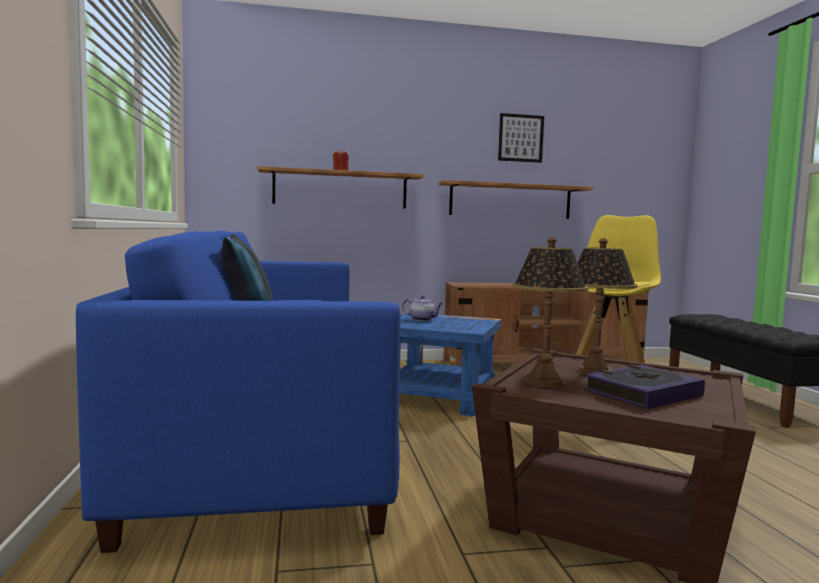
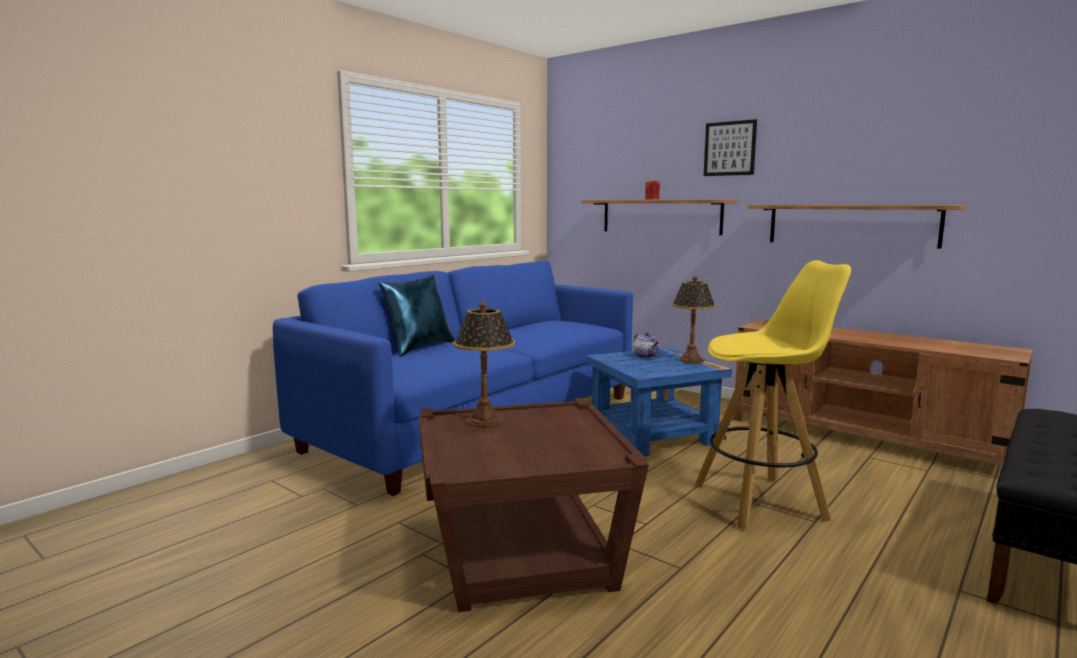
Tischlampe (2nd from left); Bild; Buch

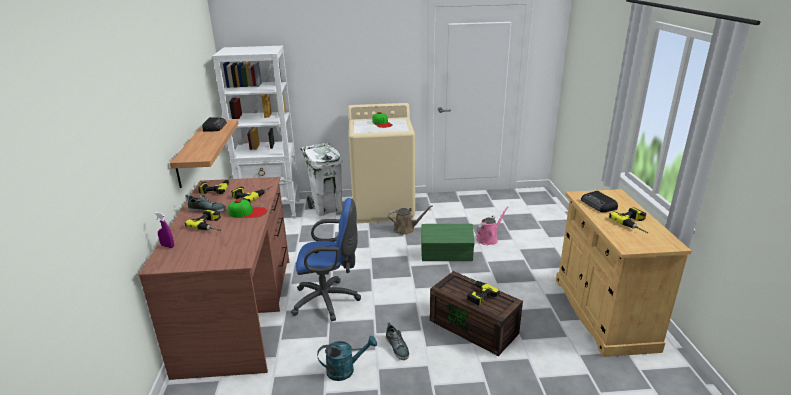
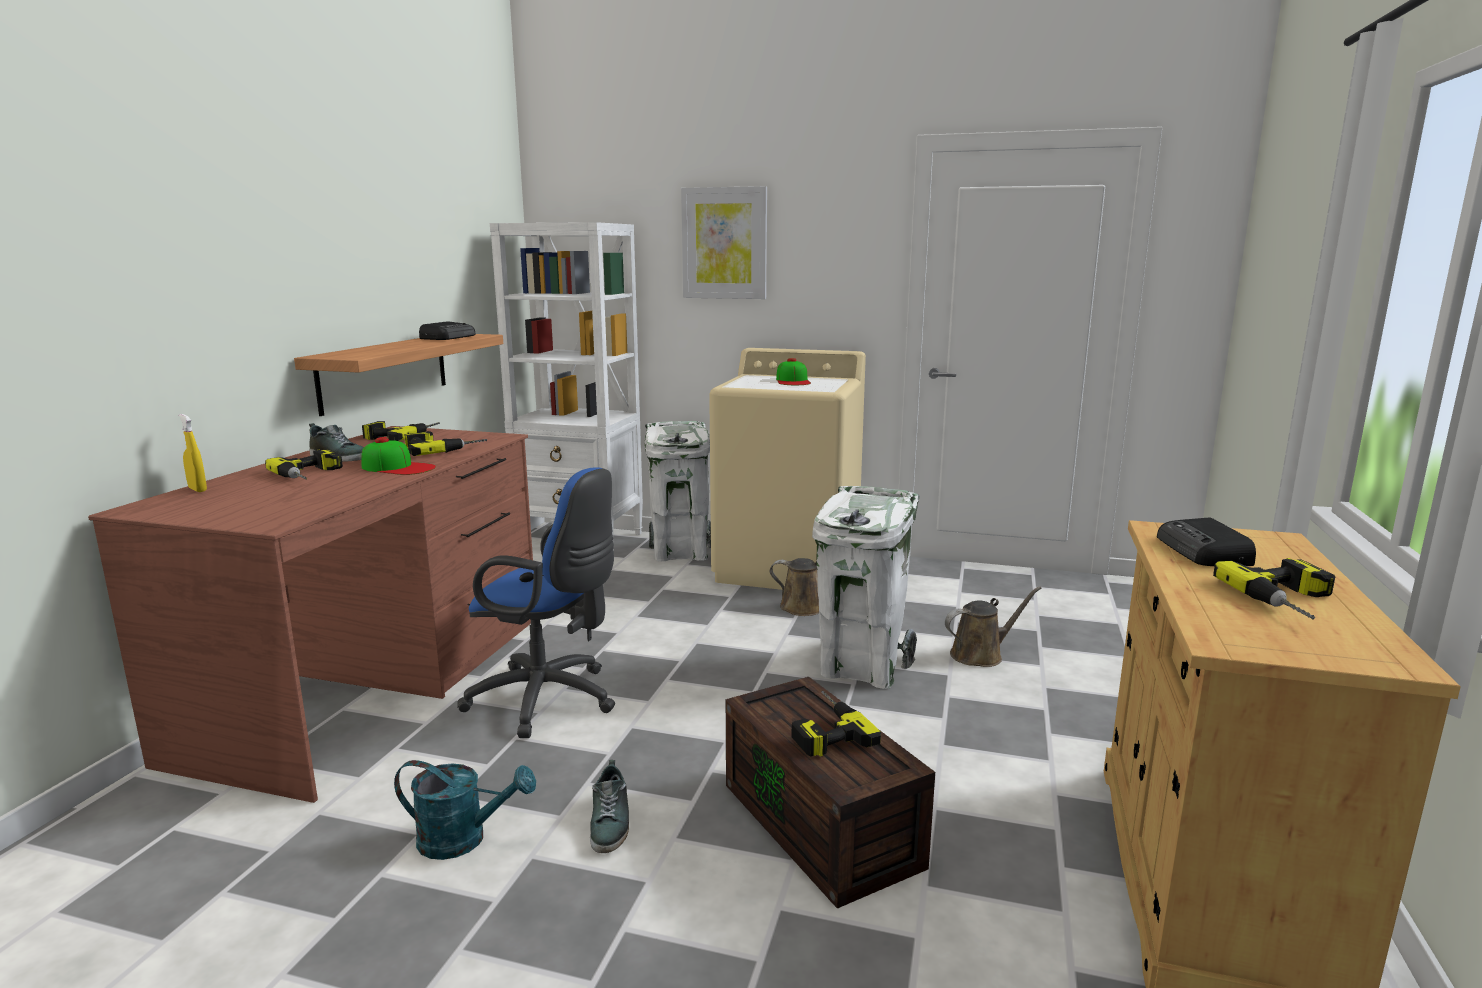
Sprühflasche/gelb; Bild; Mülleimer/weiß (2nd from left); Gießkanne/braun (2nd from left)

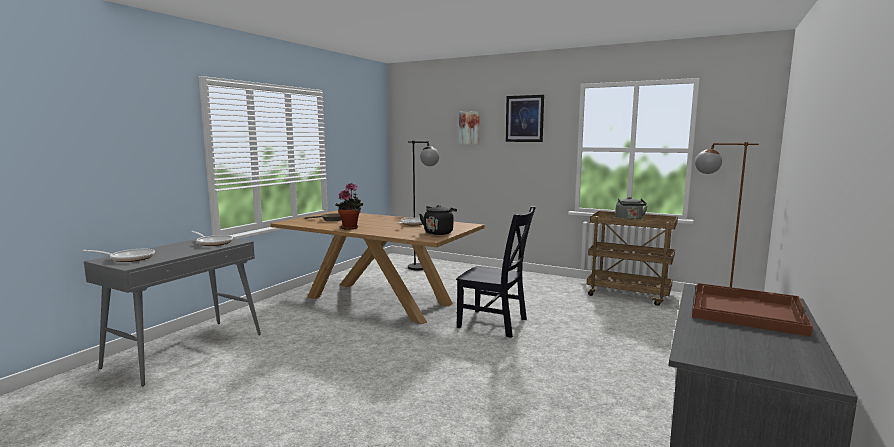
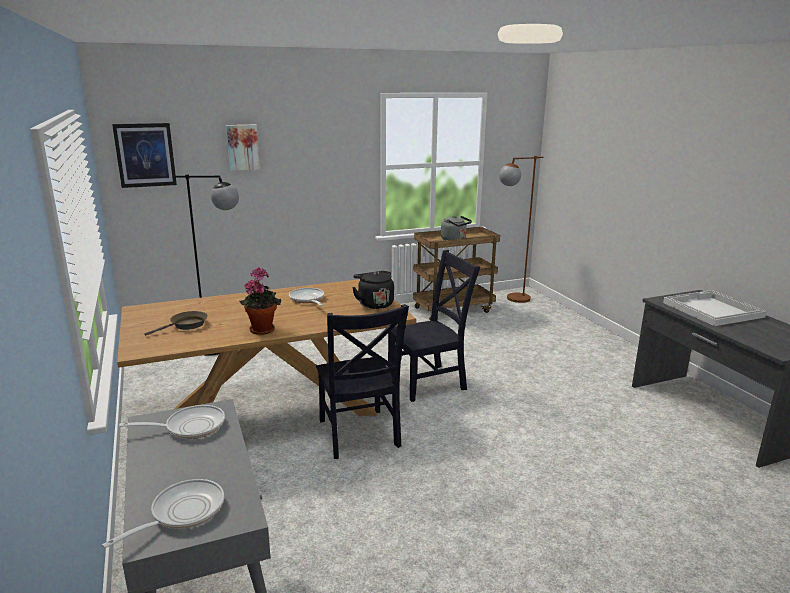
Bild (1st from left); Stuhl/schwarz (1st from left); Tablett/weiß

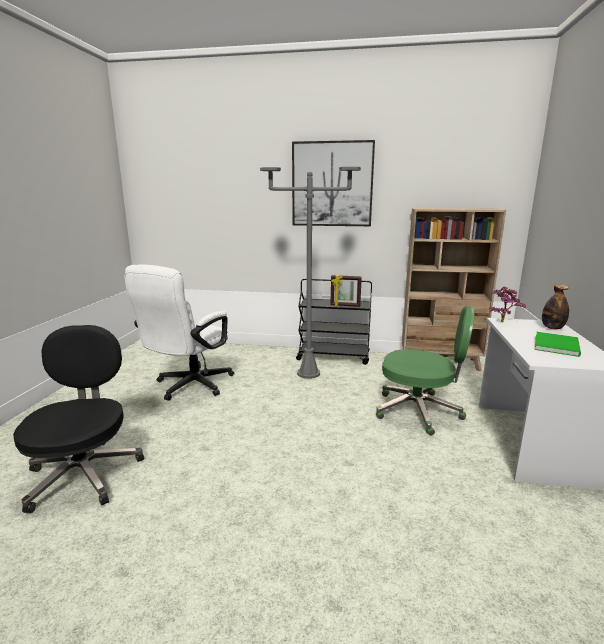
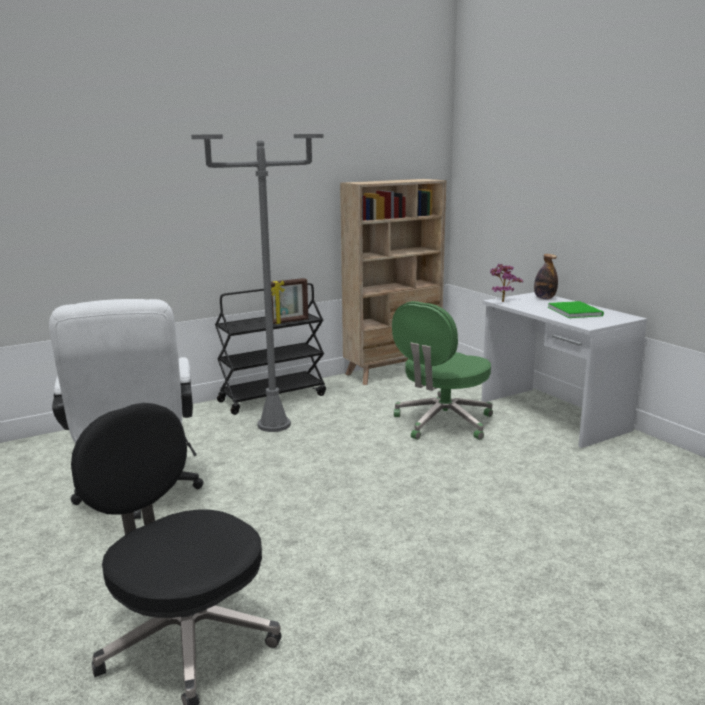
Bürostuhl/grün; Bild

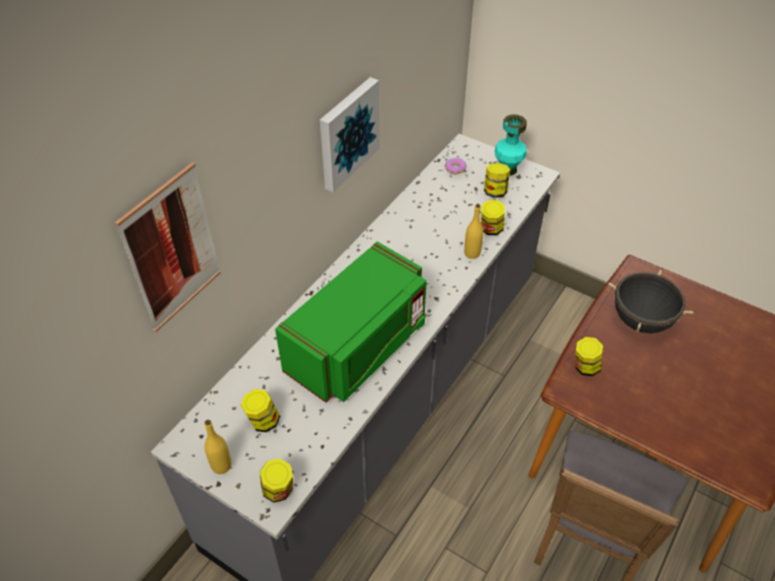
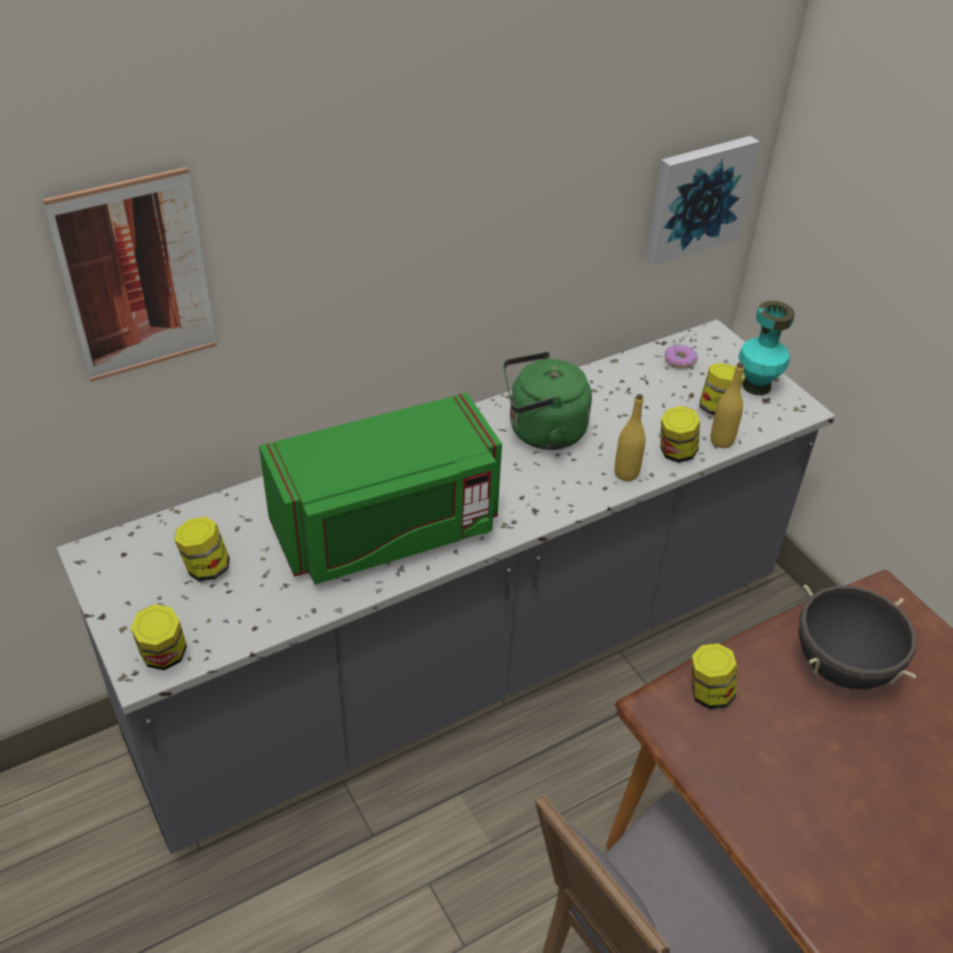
Wasserkessel/grün; Bild (2nd from left); Flasche/gelb (2nd from left)

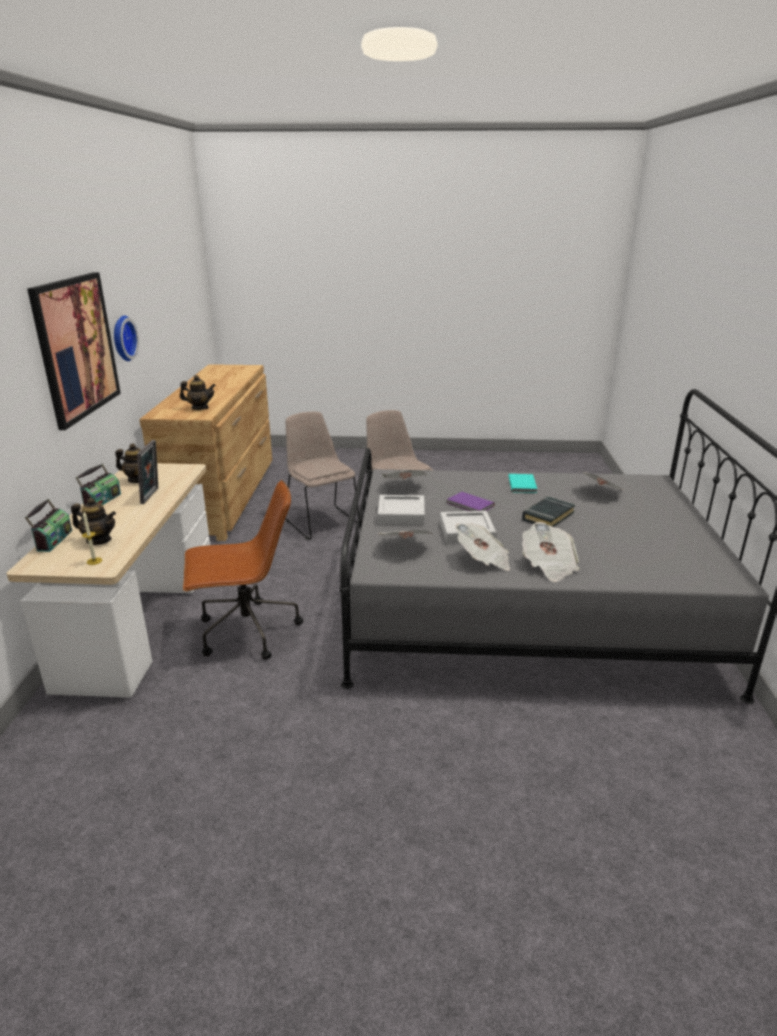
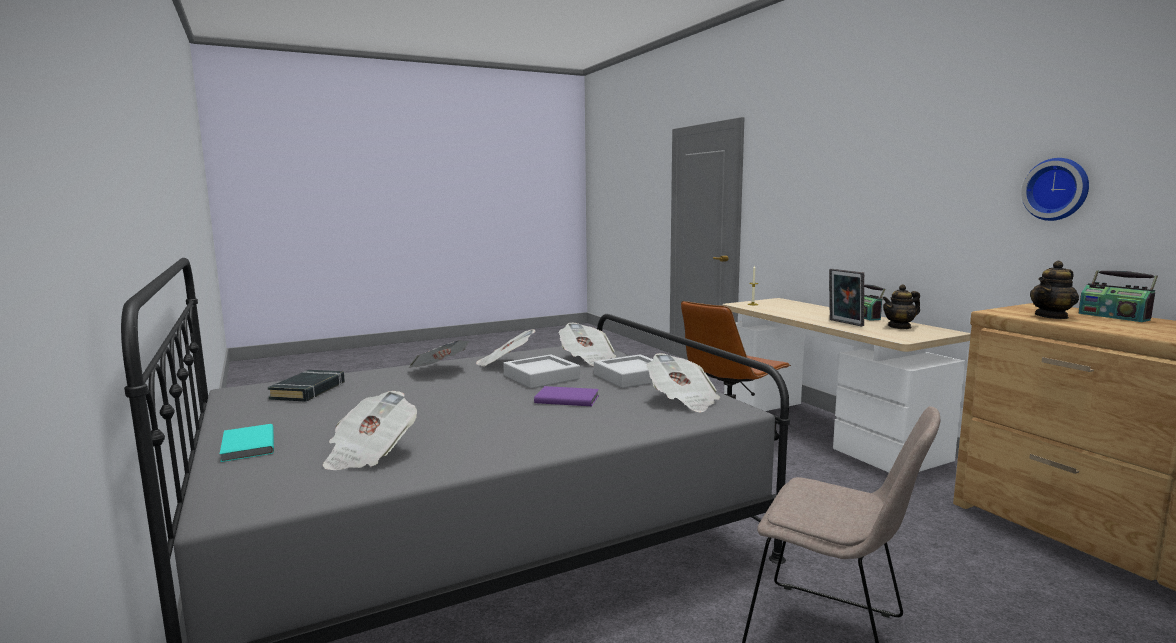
Buch/türkis; Buch/schwarz; Radio (2nd from left); Bild; Teekanne (1st from left in the first image); Stuhl/beige (1st from left in the first image)

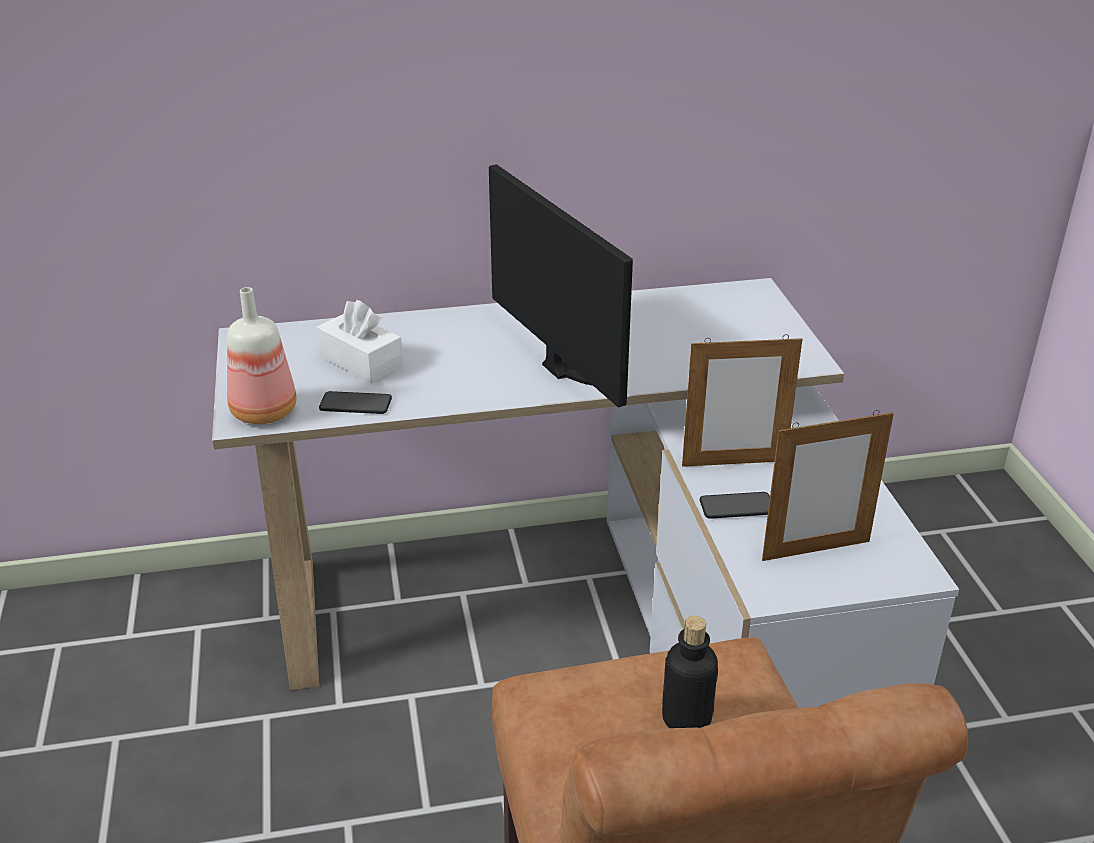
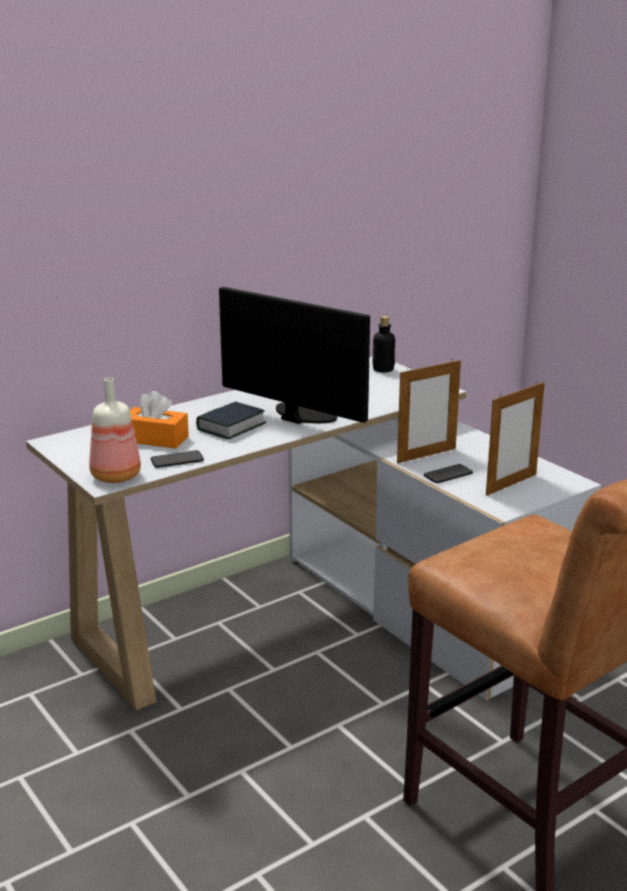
Taschentuchbox/orange; Buch; Flasche (2nd from left)

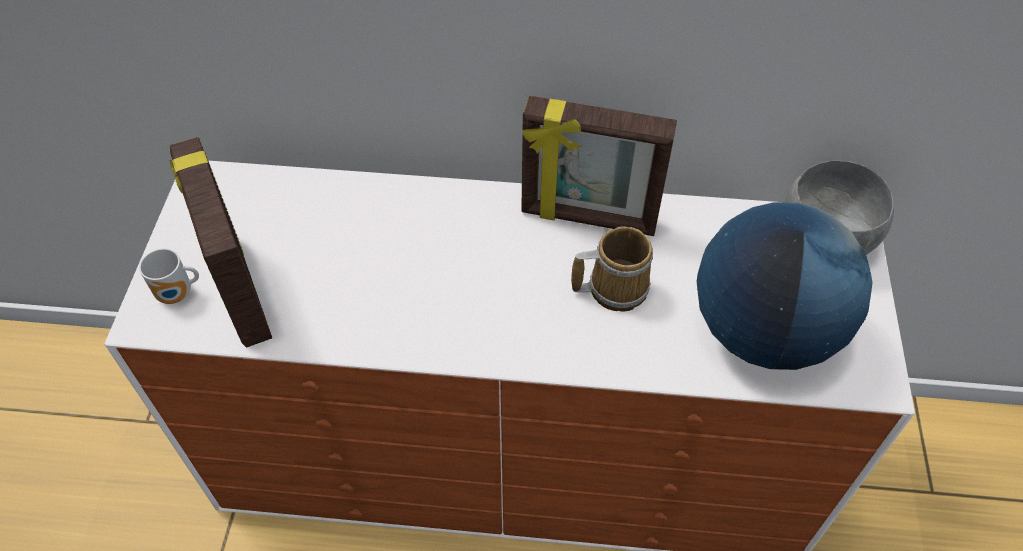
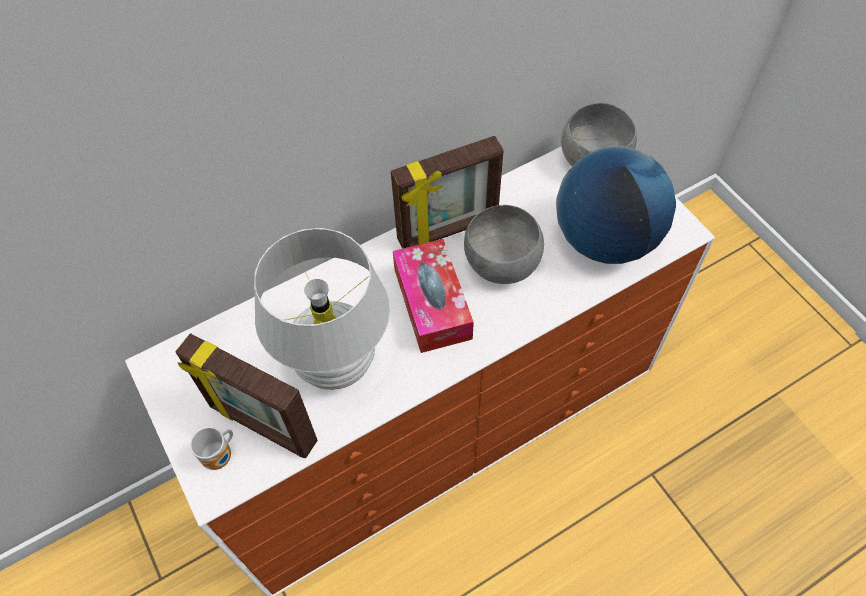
Tischlampe/weiß; Taschentuchbox; Schüssel/grau (1st from left)

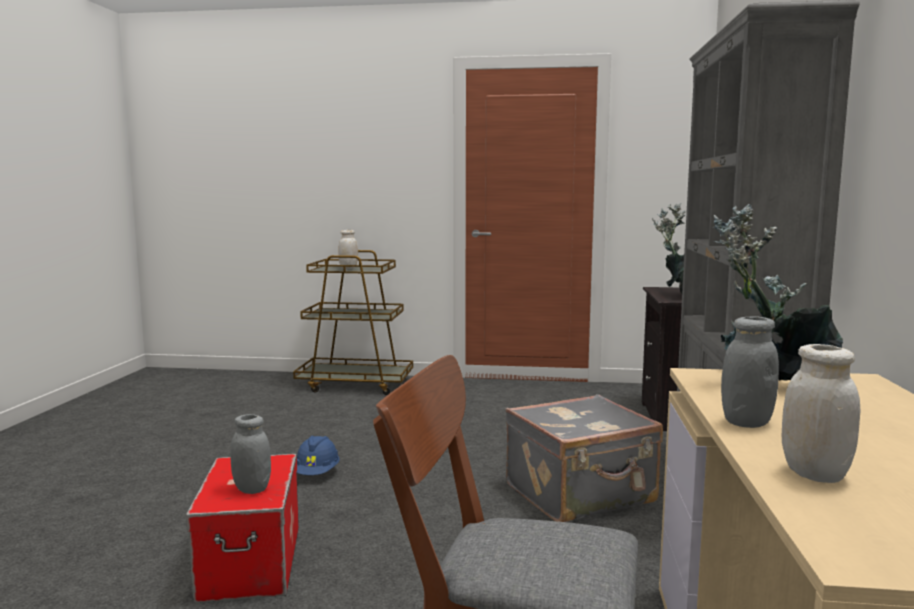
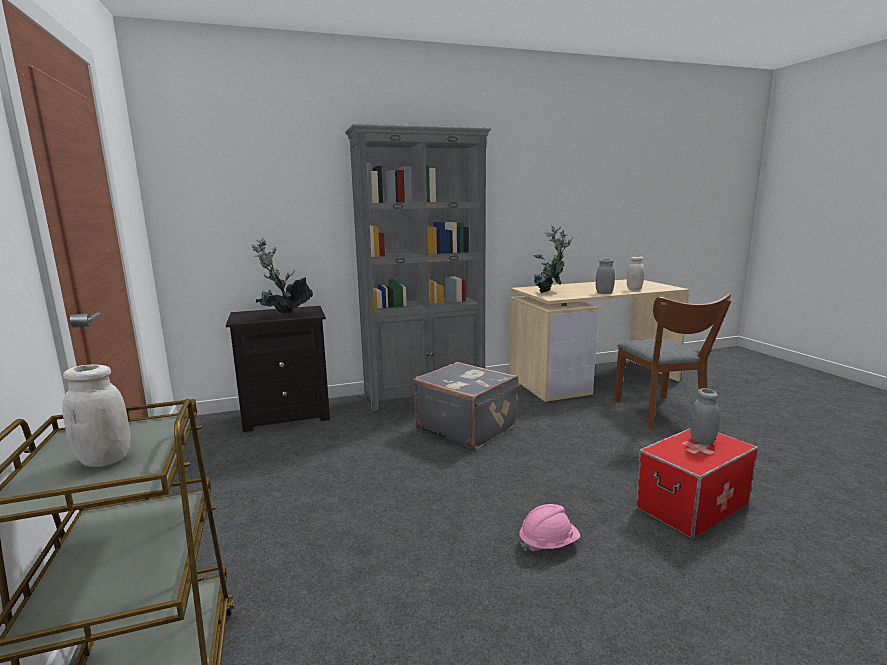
Schutzhelm/rosa

